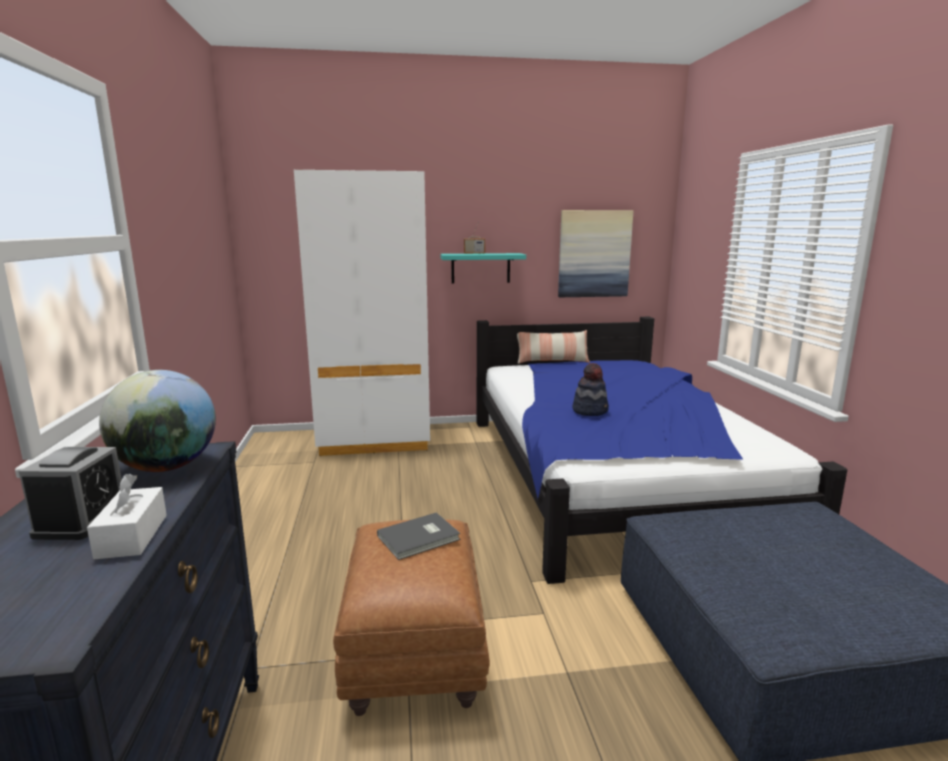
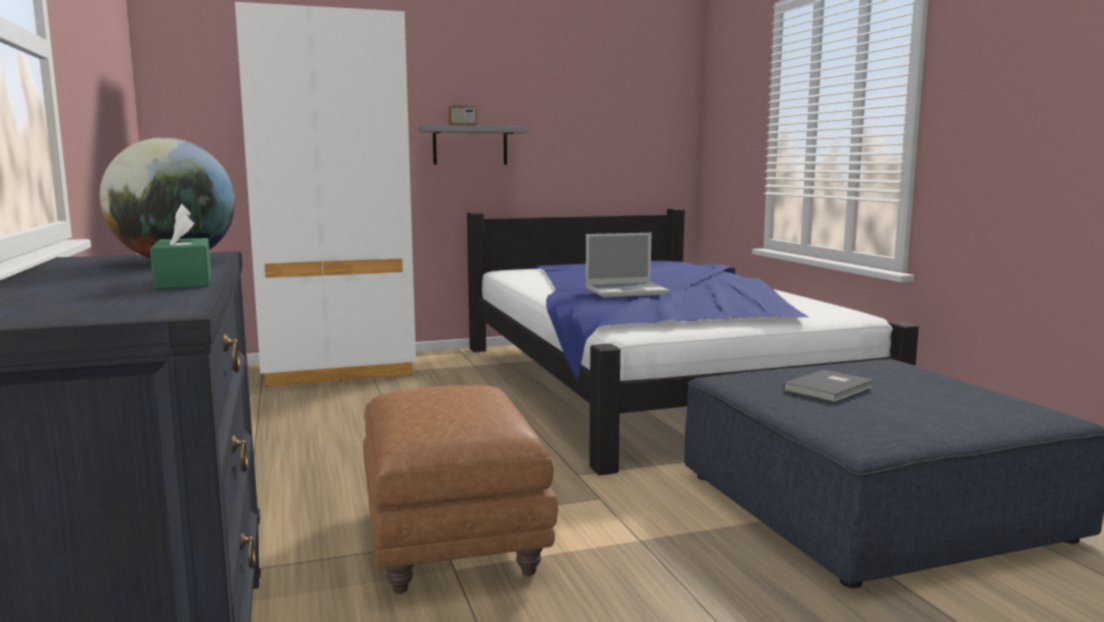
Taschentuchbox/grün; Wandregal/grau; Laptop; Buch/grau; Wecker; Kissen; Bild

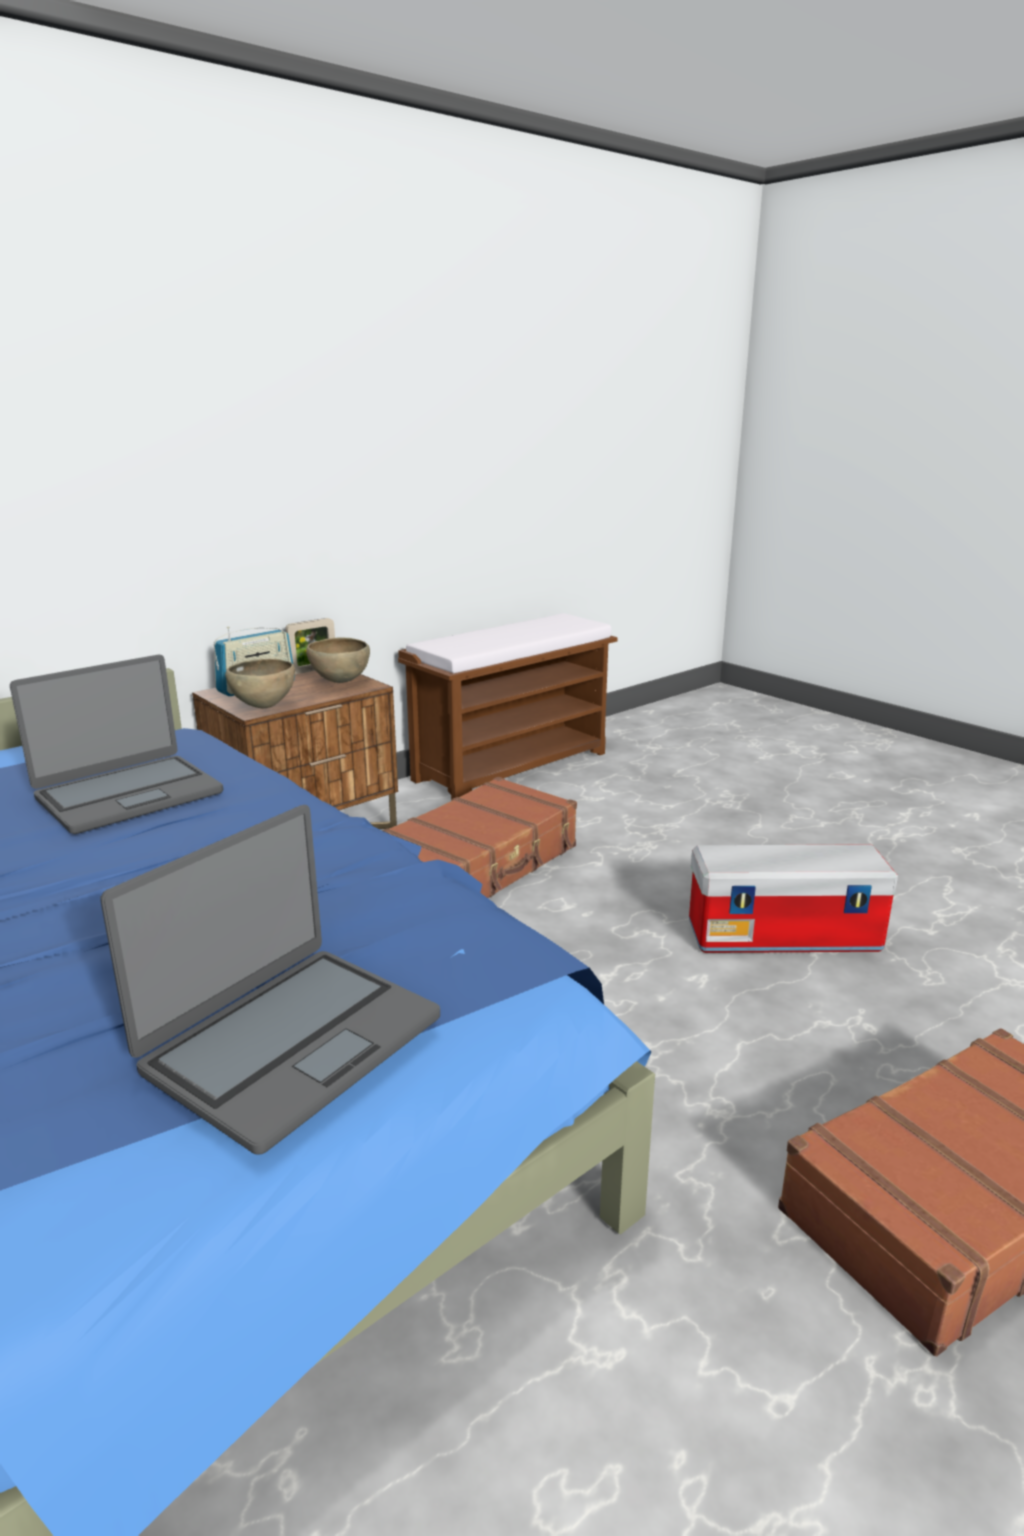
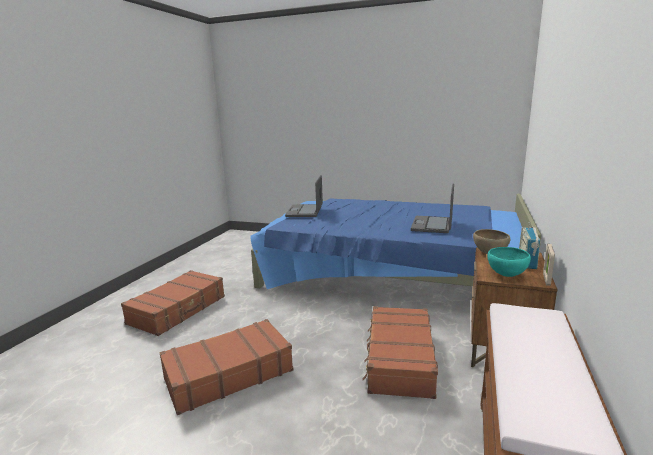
Koffer/braun (2nd from left); Schüssel/türkis

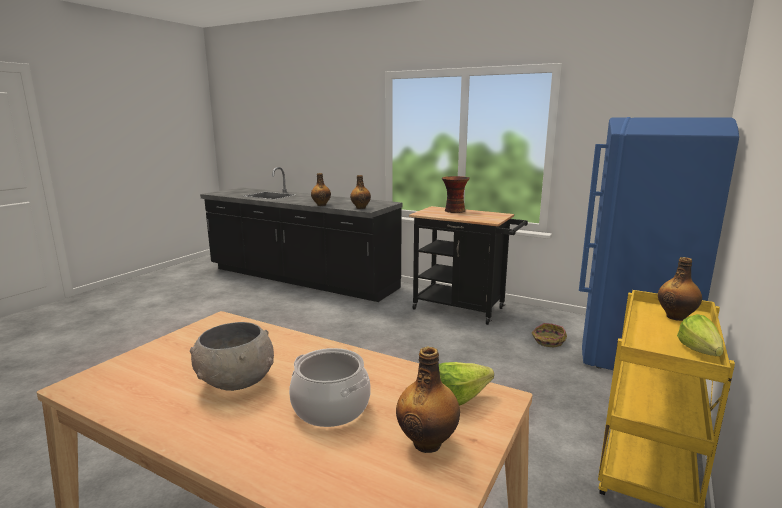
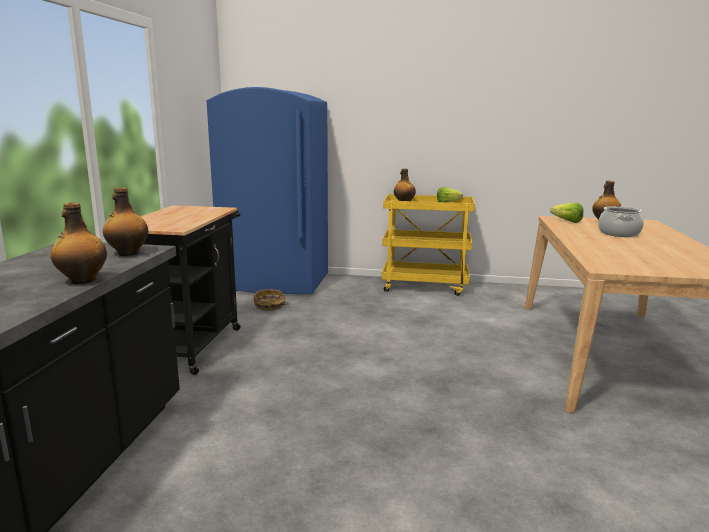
Schüssel/grau; Vase

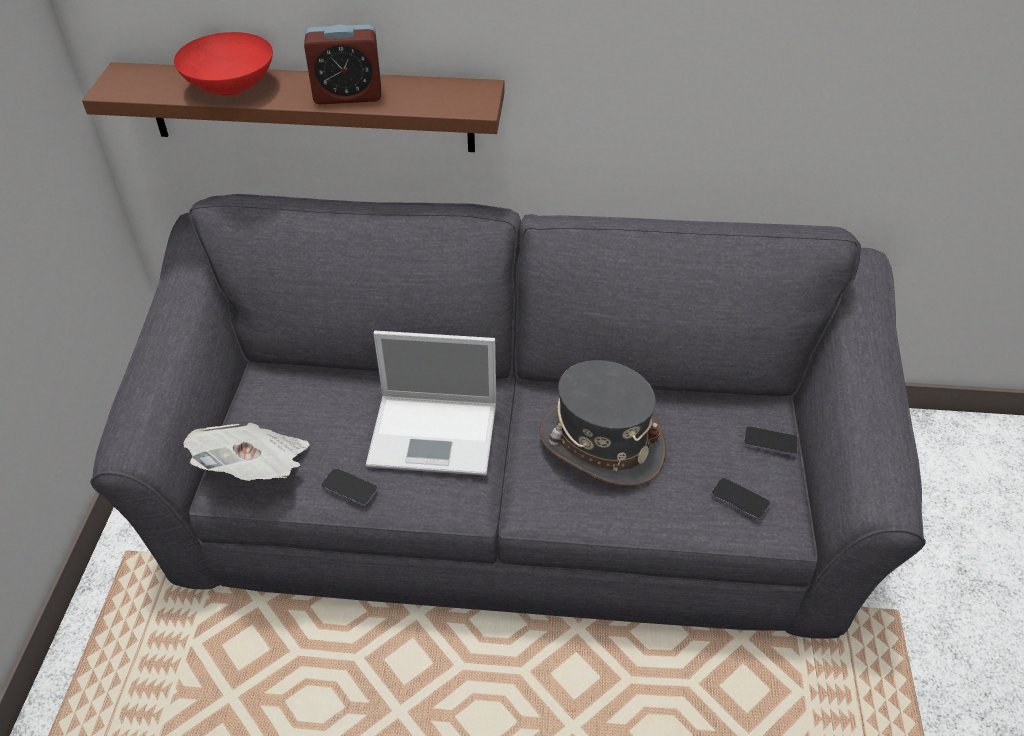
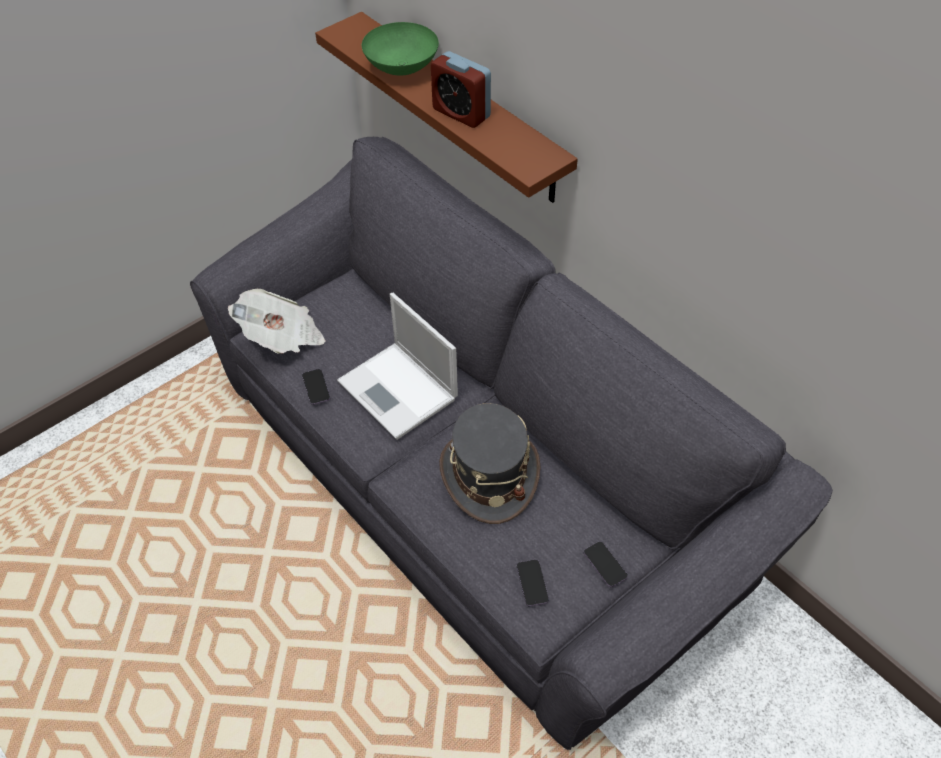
Schüssel/grün

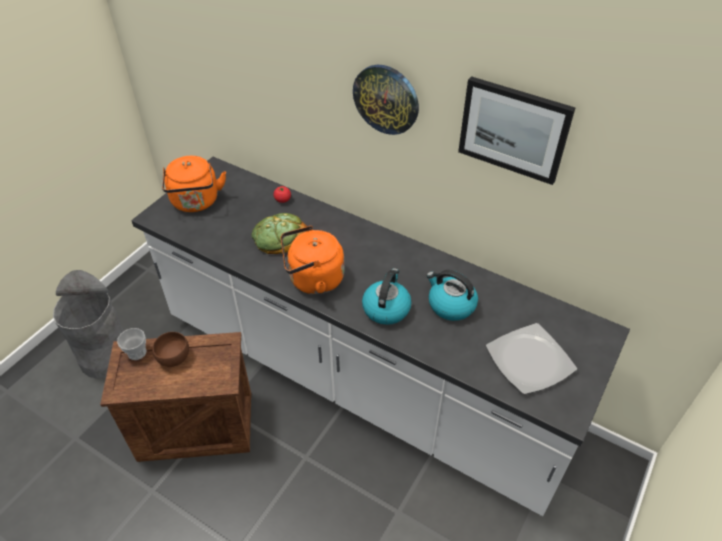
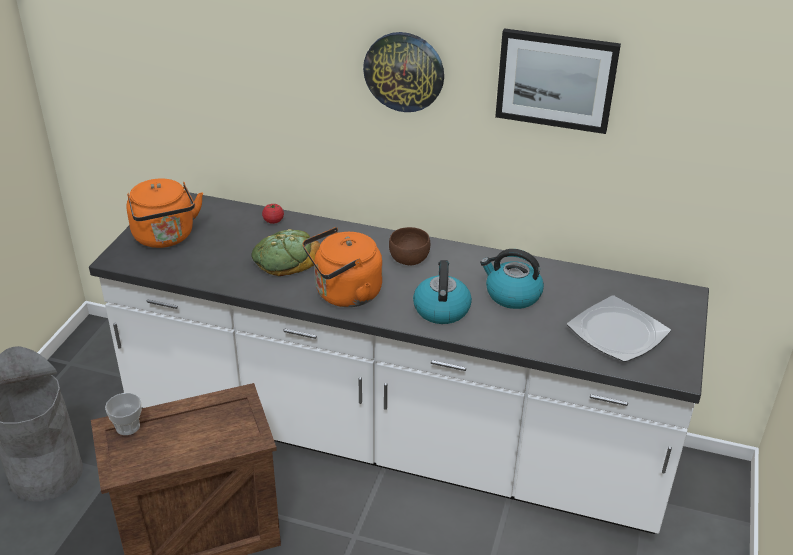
Schüssel/braun

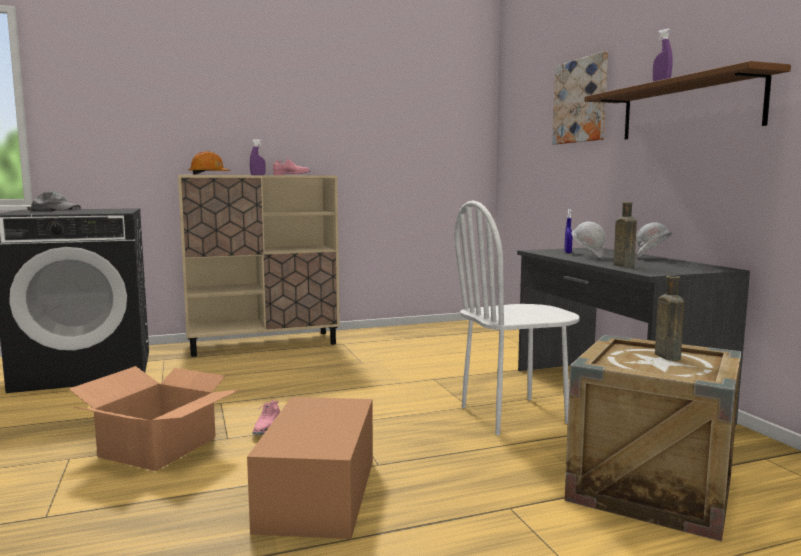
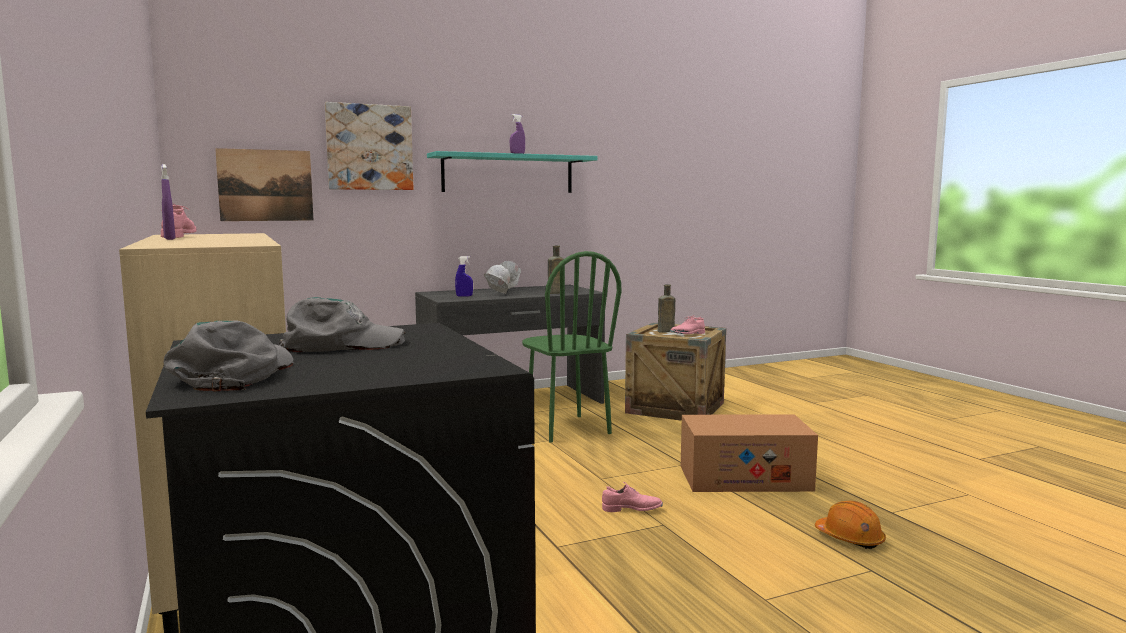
Bild (1st from left); Kappe/grau (2nd from left); Wandregal/türkis; Stuhl/grün; Schuh/rosa (3rd from left); Schutzhelm/orange; Karton (1st from left in the first image)

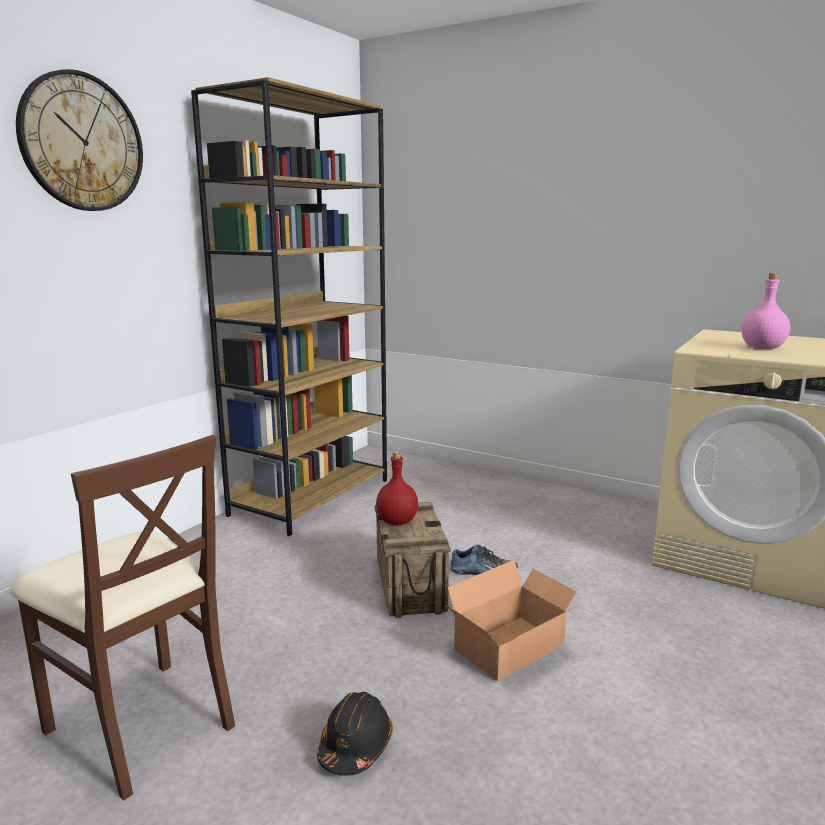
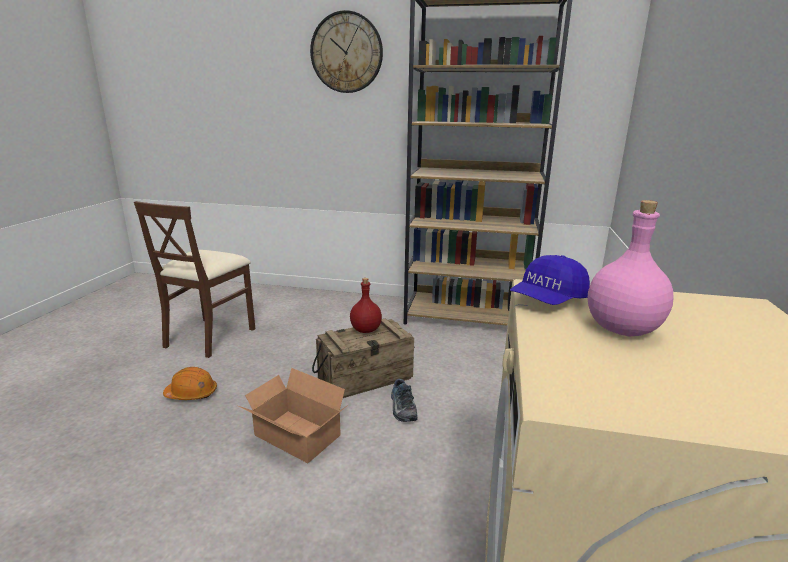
Schutzhelm/orange; Kappe/blau

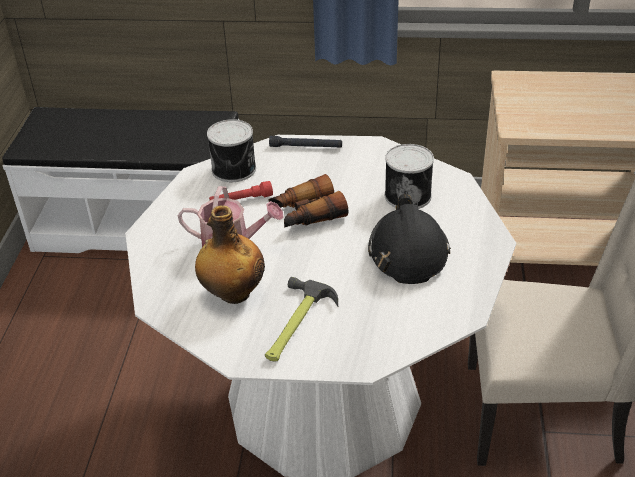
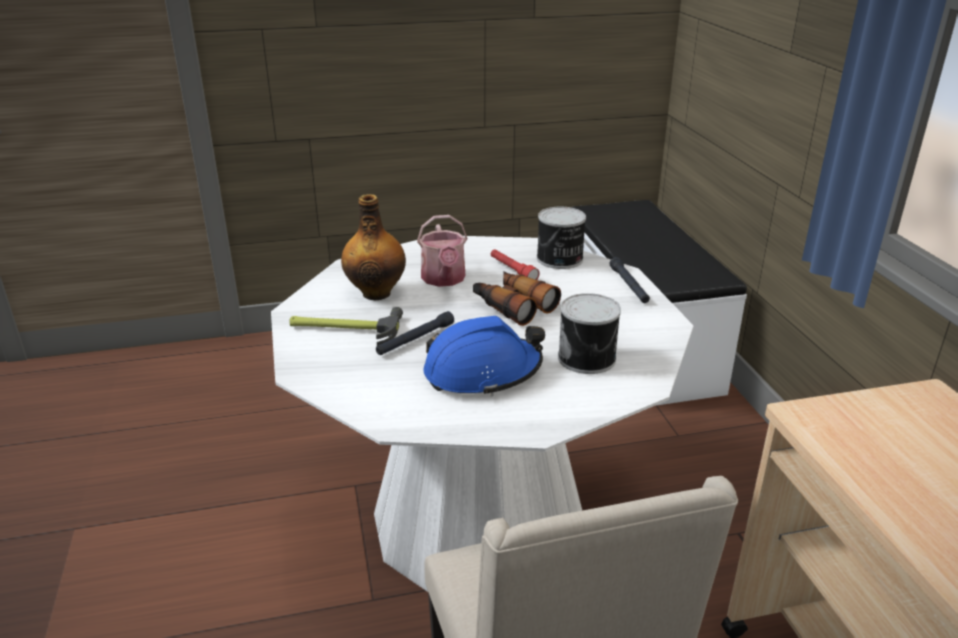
Taschenlampe/schwarz (1st from left); Schutzhelm/blau

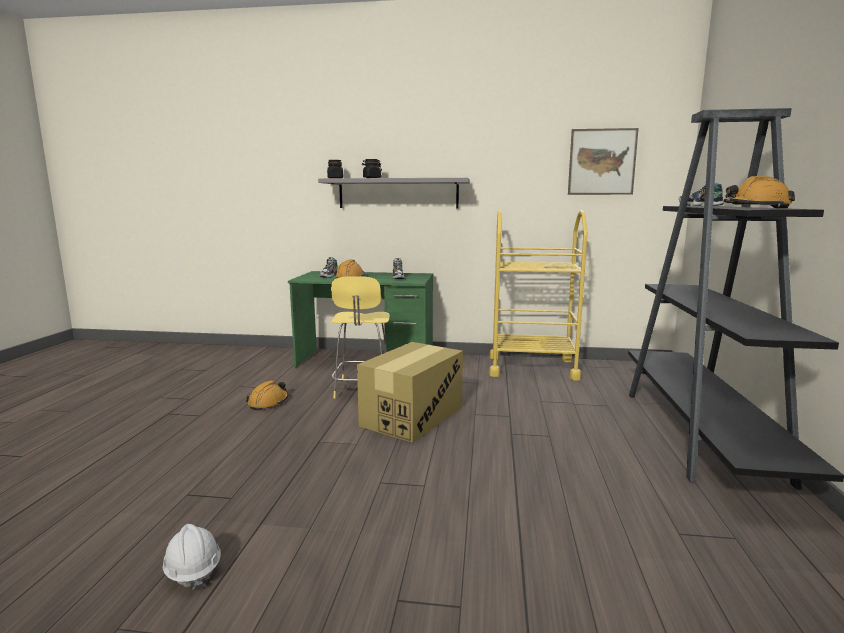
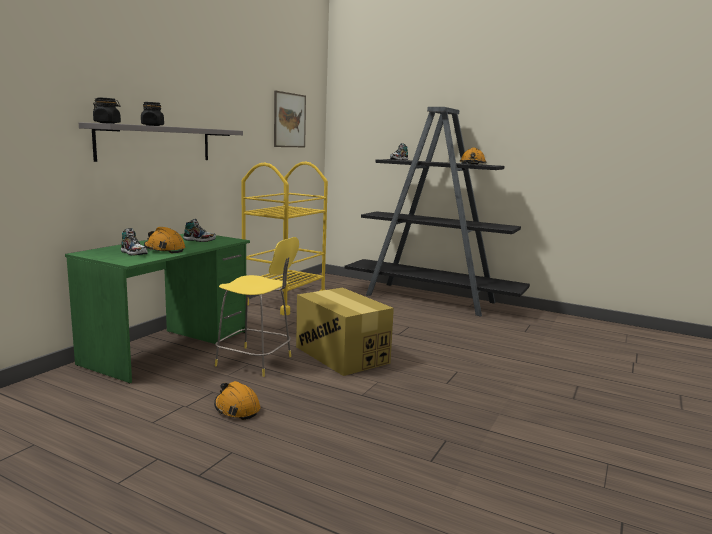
Schutzhelm/weiß

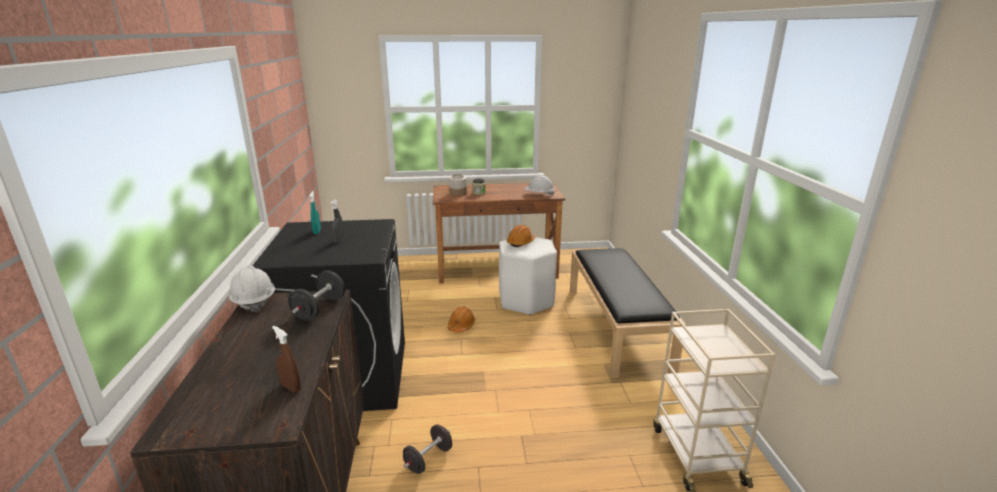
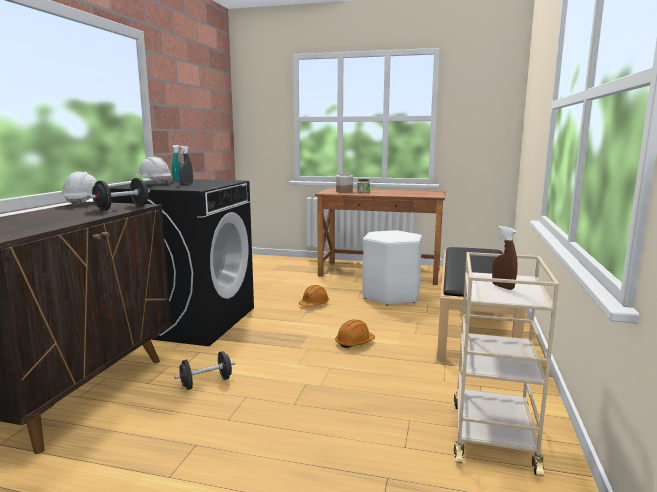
Schutzhelm/weiß (2nd from left); Schutzhelm/orange (2nd from left); Sprühflasche/braun

